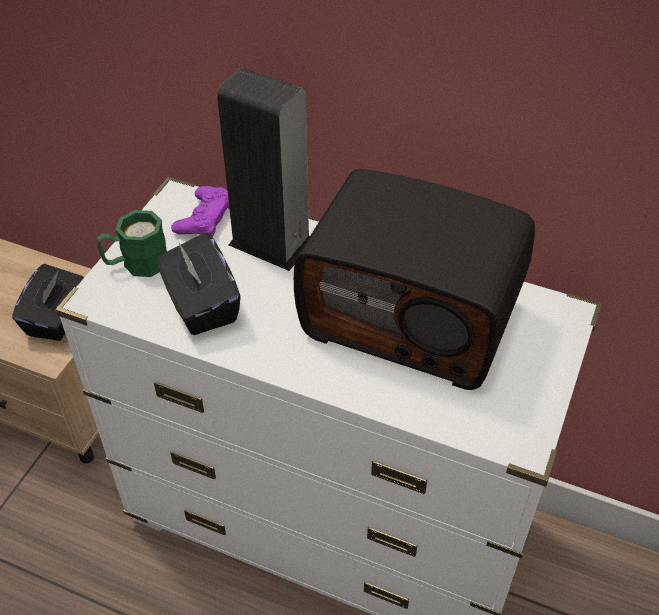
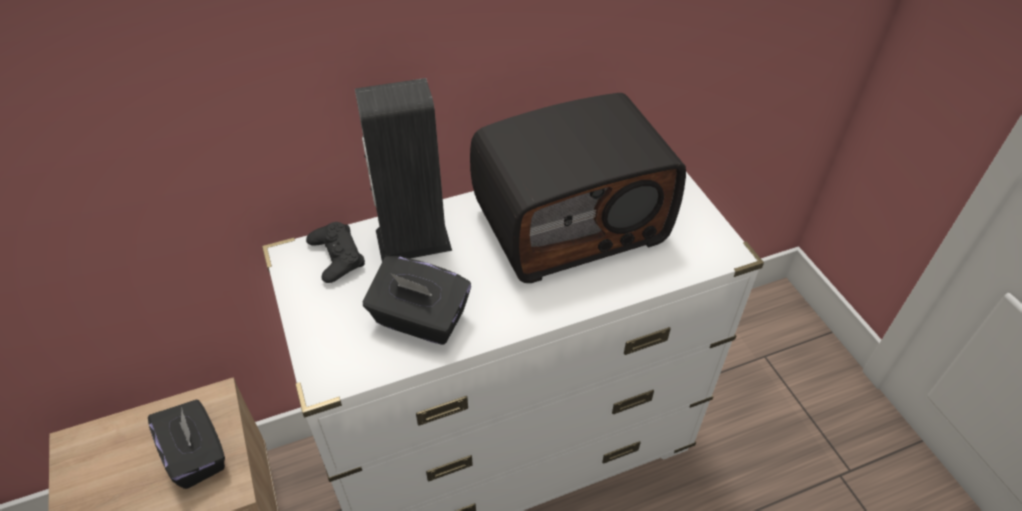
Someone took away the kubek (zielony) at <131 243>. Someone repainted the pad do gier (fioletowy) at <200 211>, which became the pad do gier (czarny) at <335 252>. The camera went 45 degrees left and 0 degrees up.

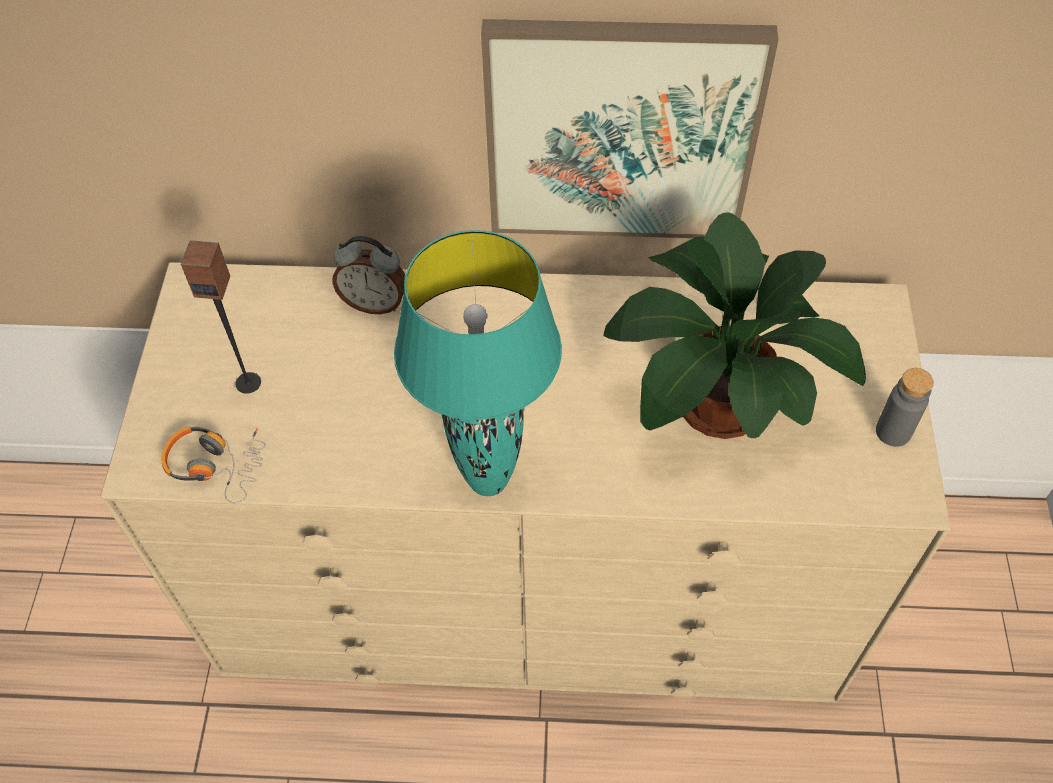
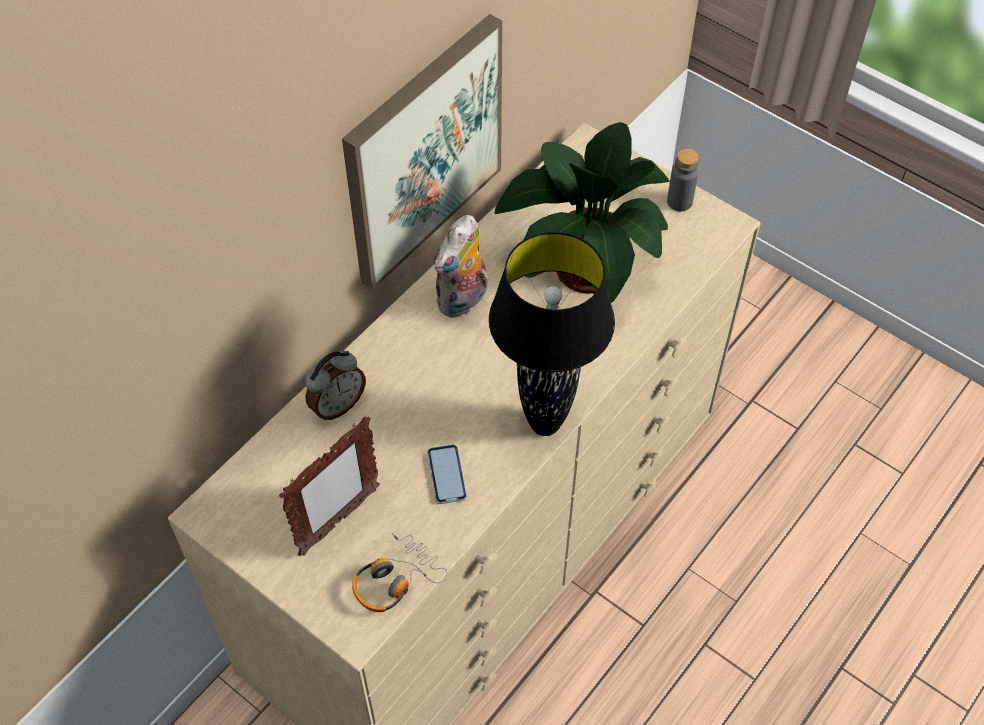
Someone put down the telefon at <447 474>. Someone put down the pluszak at <461 266>. Someone swapped the głośnik at <221 317> for the ramka na zdjęcie at <329 486>. Someone repainted the lampa stołowa (turkusowy) at <478 363>, which became the lampa stołowa (czarny) at <552 334>. The camera went 55 degrees left and 0 degrees up.

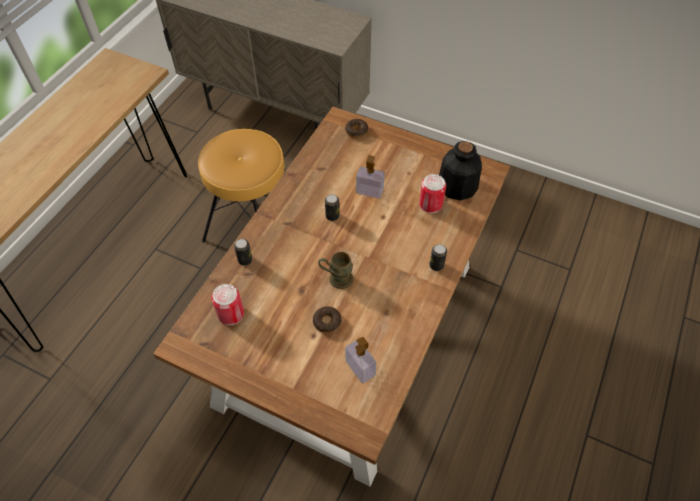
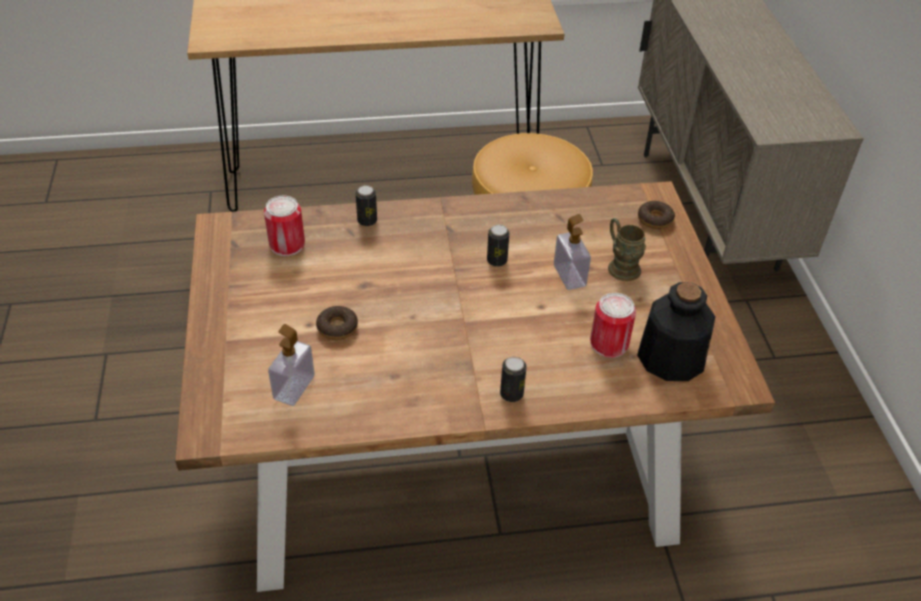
Someone carried the kubek (brązowy) from <335 270> to <627 249>. The camera went 55 degrees right and 10 degrees down.

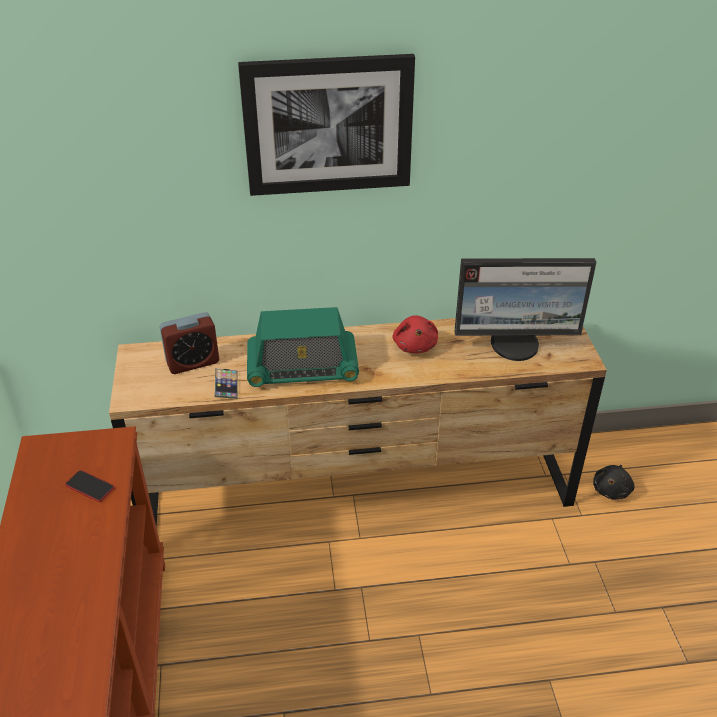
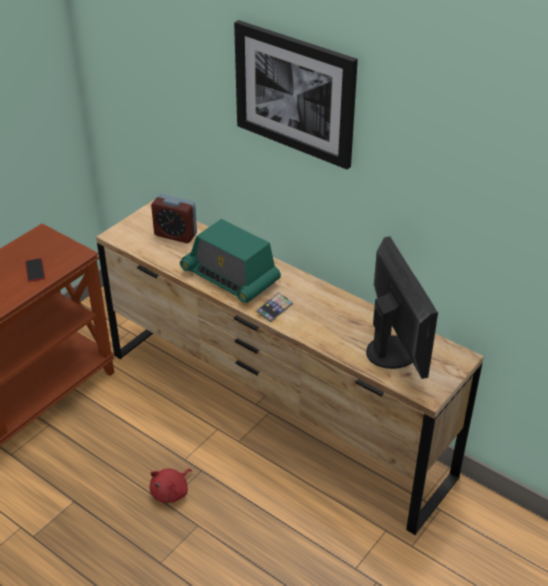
Someone took away the pluszak (czarny) at <614 482>. Someone carried the telefon from <226 383> to <274 307>. Someone carried the pluszak (czerwony) from <415 334> to <171 485>. Someone rotated the monitor at <526 309> by 150 degrees counterclockwise. The camera went 45 degrees right and 0 degrees up.

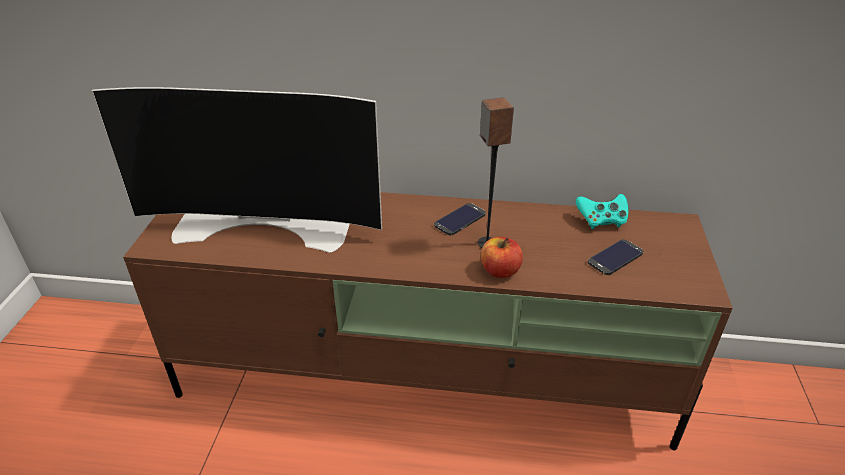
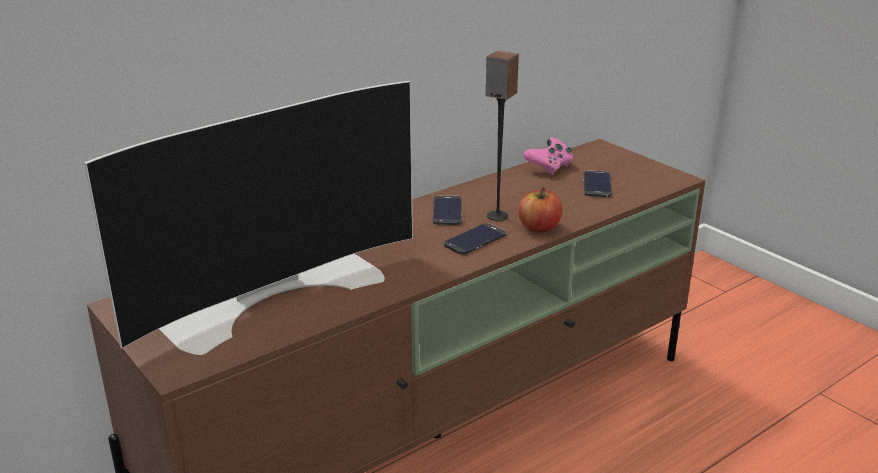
Someone put down the telefon at <475 239>. Someone repainted the pad do gier (turkusowy) at <602 211>, which became the pad do gier (różowy) at <548 156>. The camera went 45 degrees left and 10 degrees down.

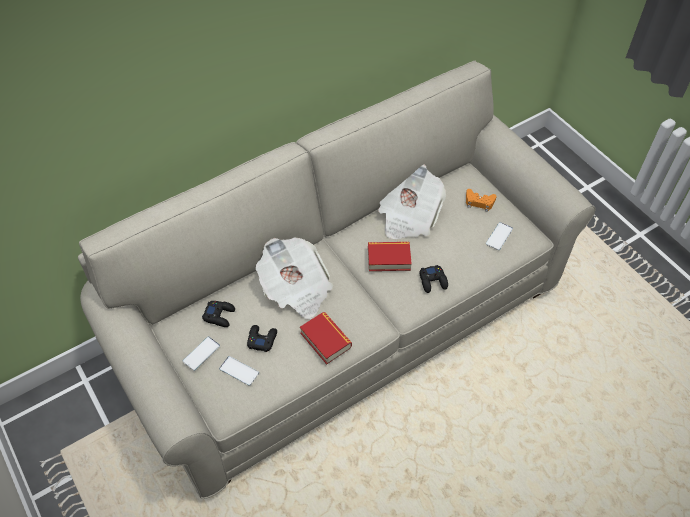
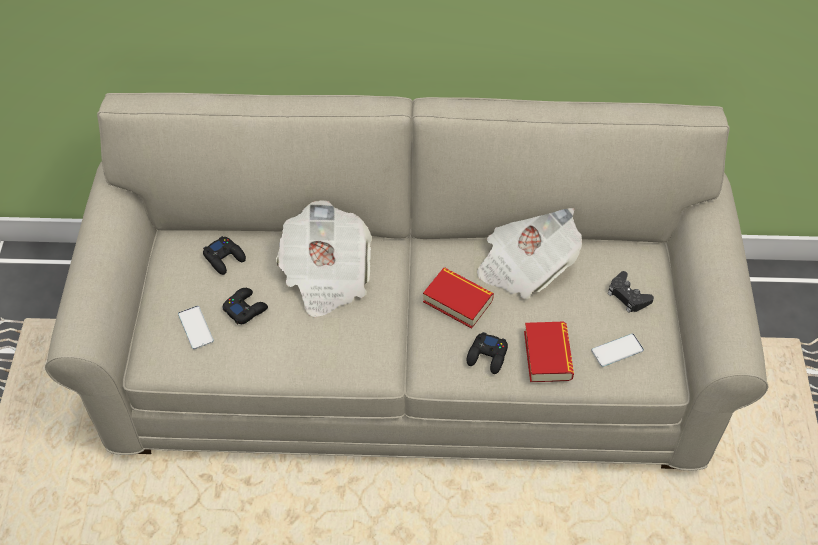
Someone took away the telefon at <201 353>. Someone carried the książka from <326 338> to <549 352>. Someone repainted the pad do gier (pomarańczowy) at <481 200>, which became the pad do gier (czarny) at <631 292>. The camera went 35 degrees right and 0 degrees up.

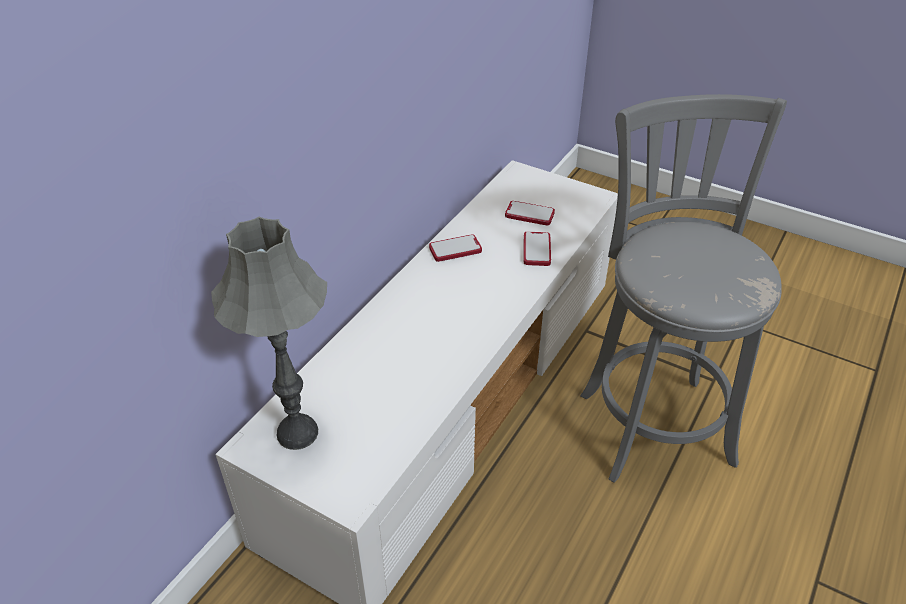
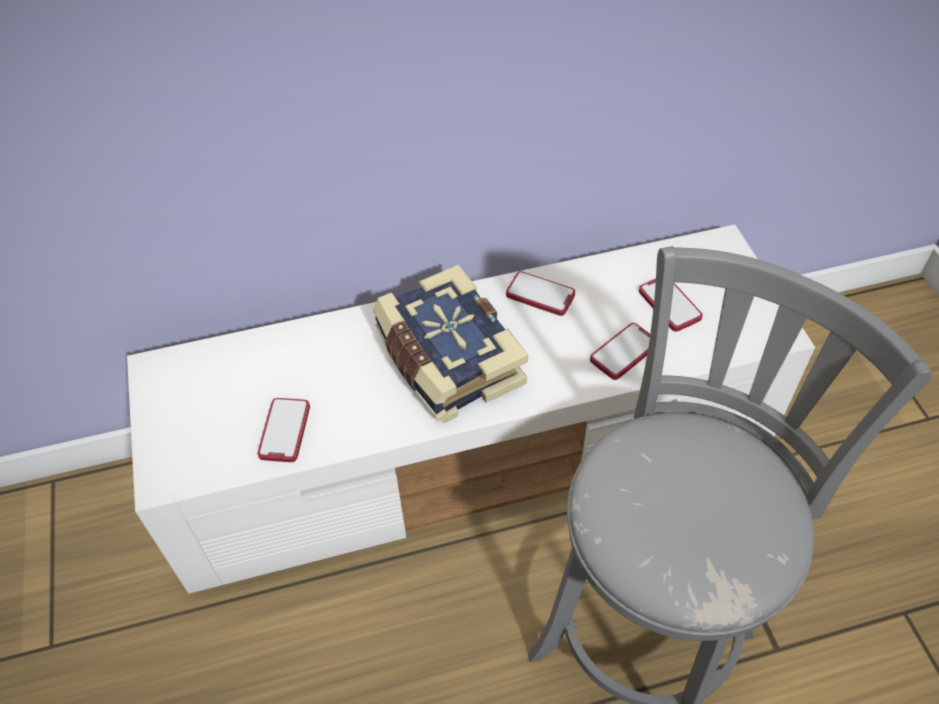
Someone took away the lampa stołowa (szary) at <269 333>. Someone put down the telefon at <283 430>. Someone put down the książka at <450 343>. The camera went 45 degrees right and 10 degrees up.

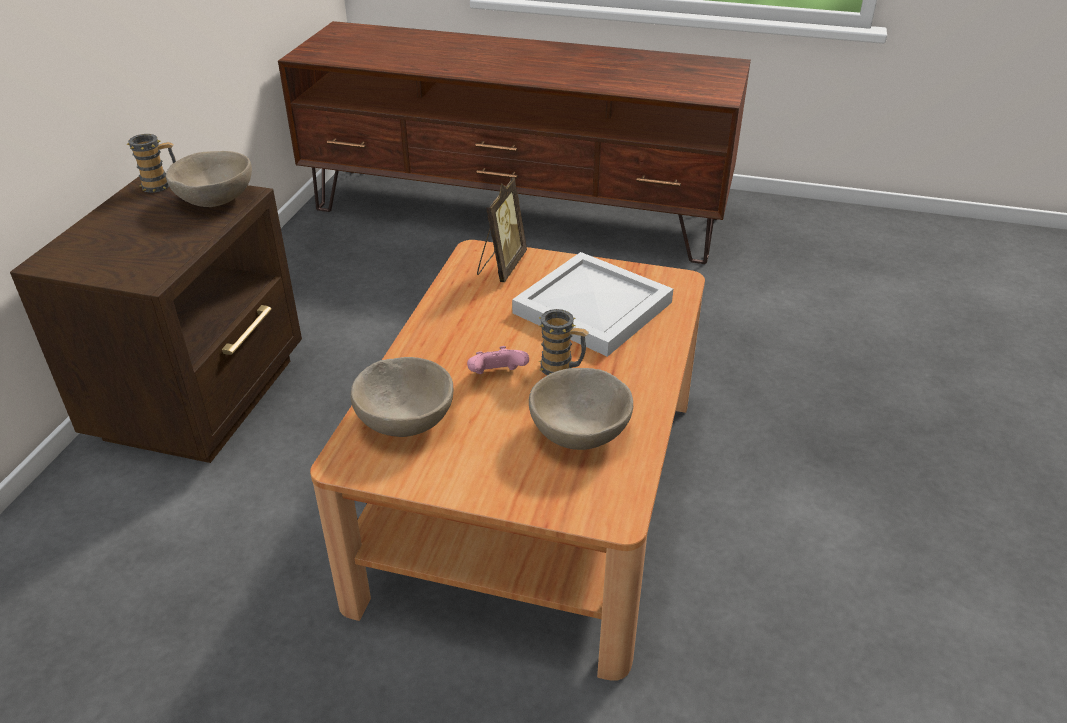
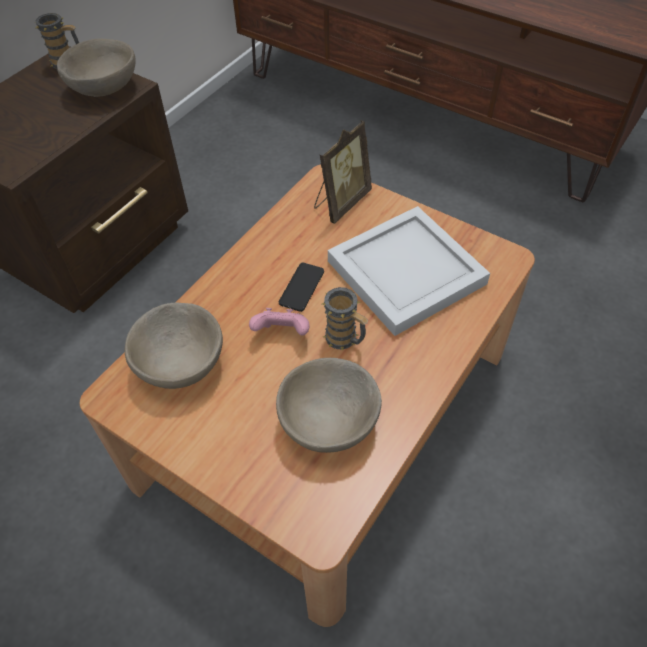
Someone put down the telefon at <301 287>. The camera went 20 degrees right and 15 degrees up.

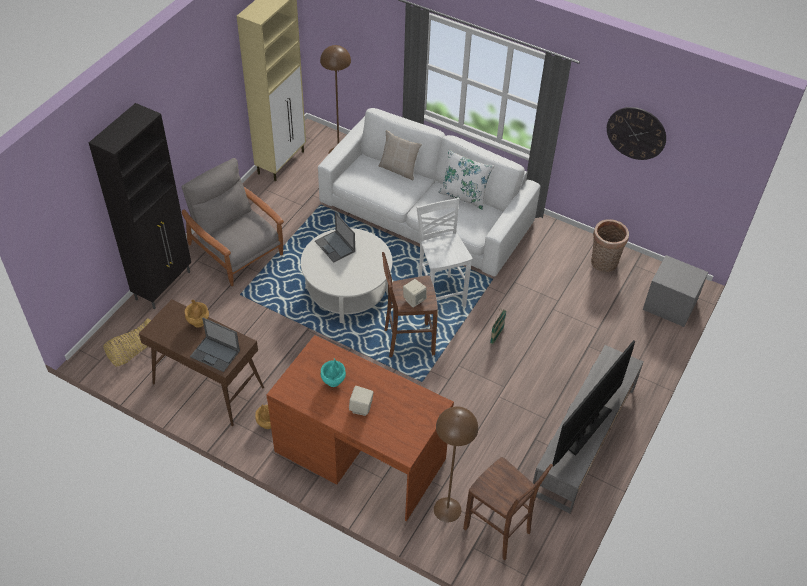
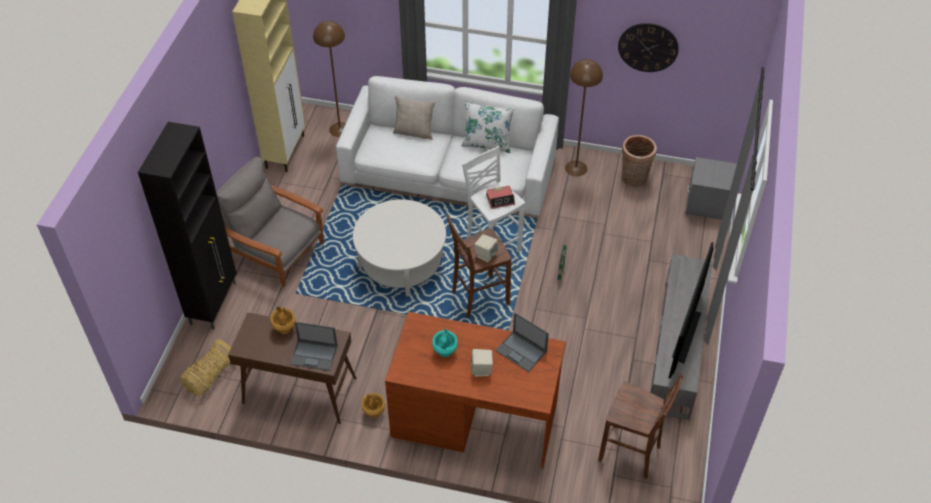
Someone put down the budzik at <500 197>. Someone carried the laptop from <335 237> to <522 342>. Someone carried the lampa stojąca (brązowy) from <456 464> to <584 118>. The camera went 15 degrees left and 0 degrees up.

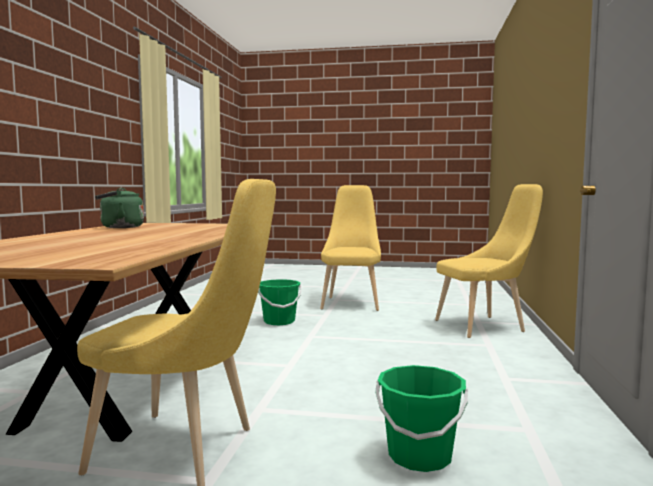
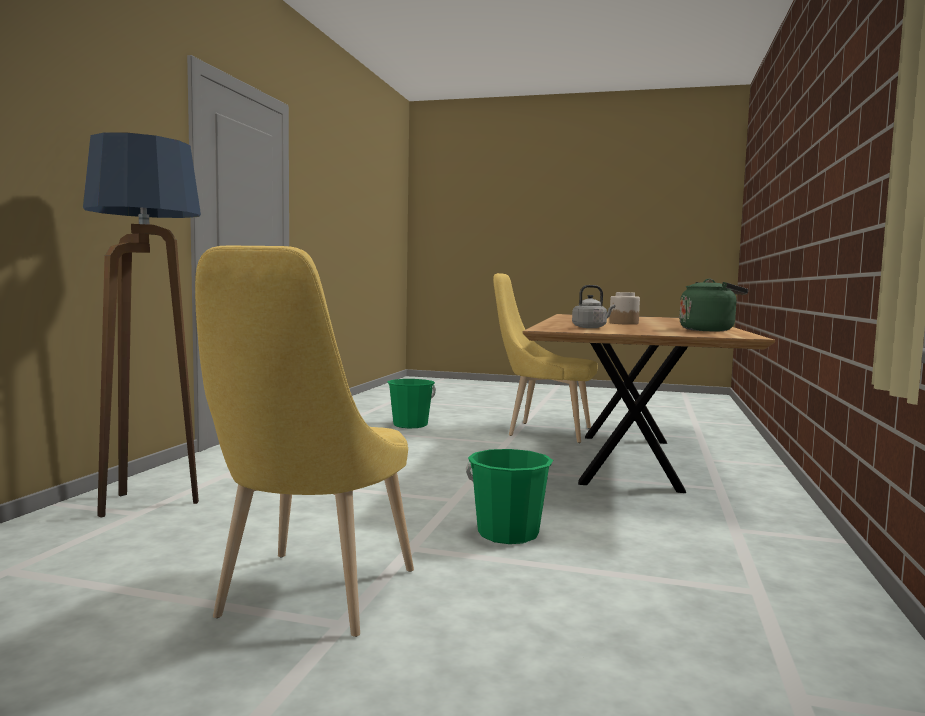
Someone put down the czajnik (szary) at <593 306>. Someone put down the słoik at <624 308>. Someone swapped the krzesło (żółty) at <489 261> for the lampa stojąca at <142 325>. The camera went 175 degrees left and 0 degrees up.

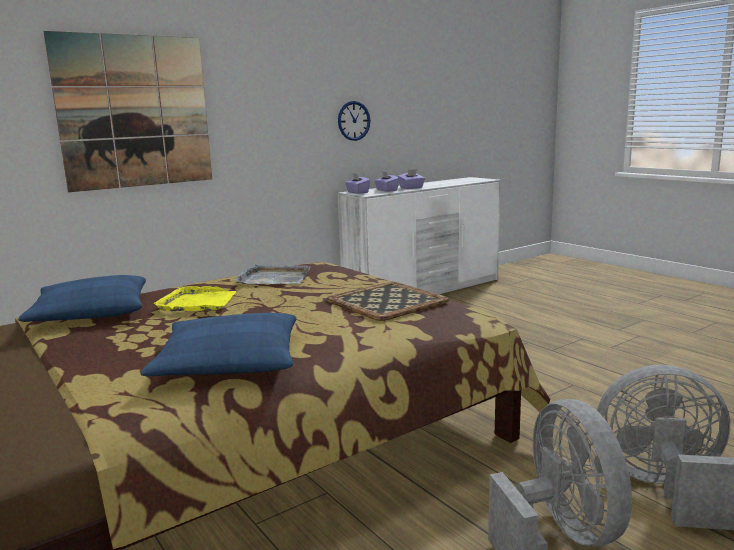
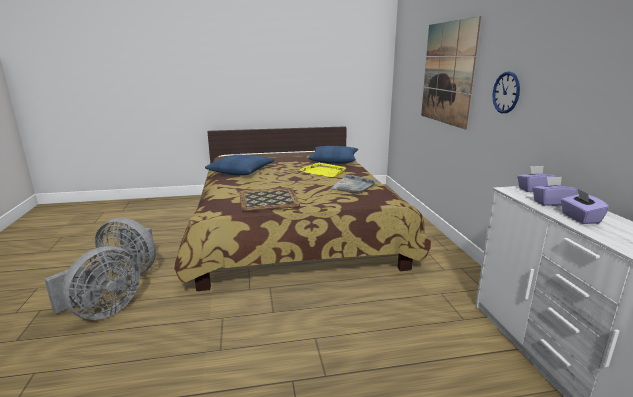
Someone carried the zegar ścienny from <354 121> to <506 92>. The camera went 115 degrees right and 5 degrees up.

